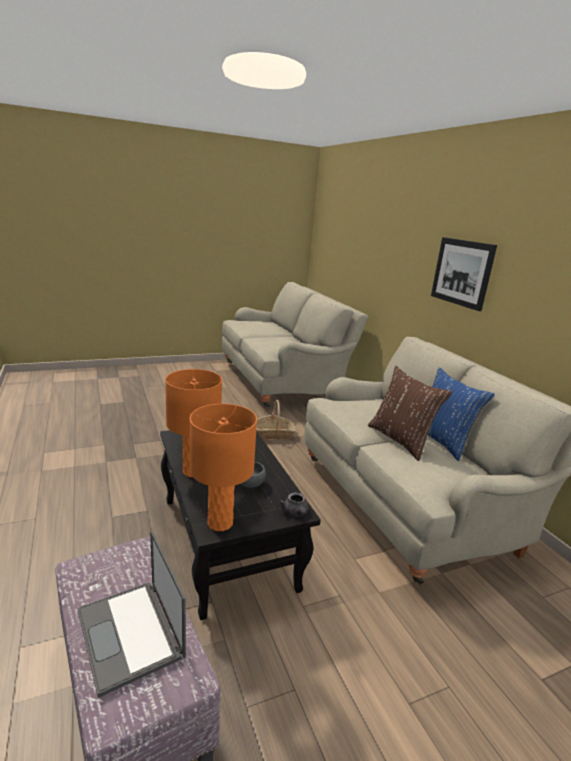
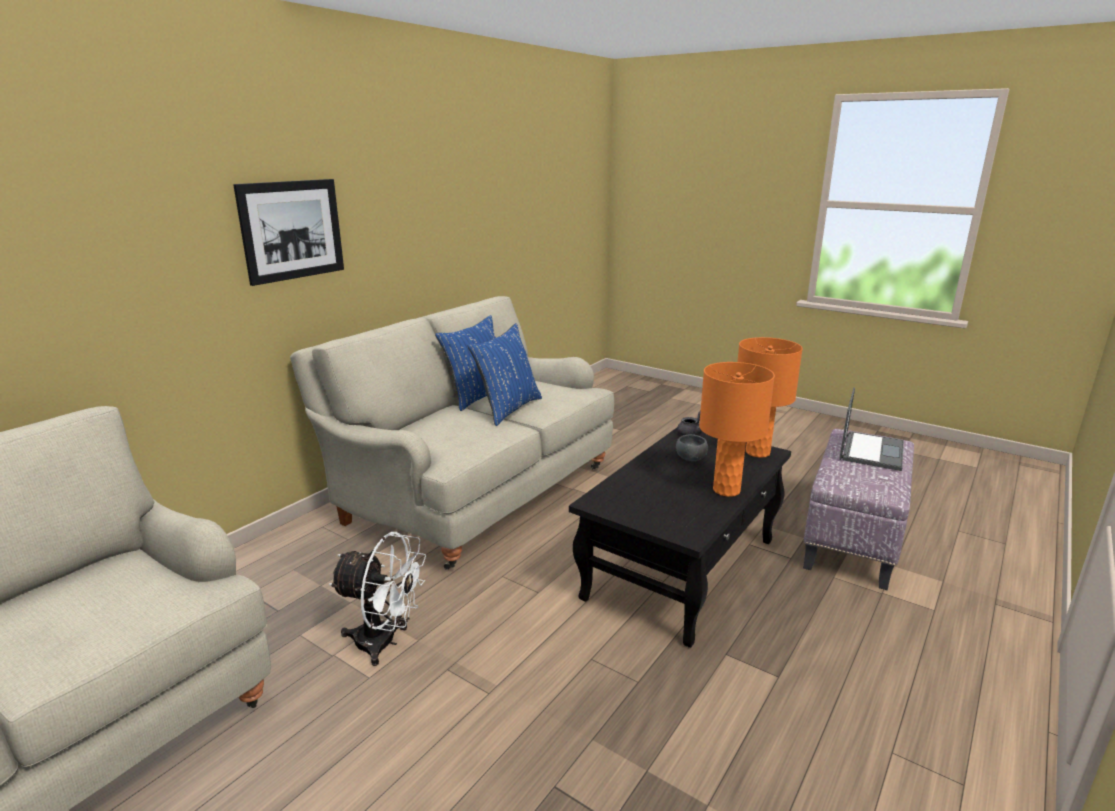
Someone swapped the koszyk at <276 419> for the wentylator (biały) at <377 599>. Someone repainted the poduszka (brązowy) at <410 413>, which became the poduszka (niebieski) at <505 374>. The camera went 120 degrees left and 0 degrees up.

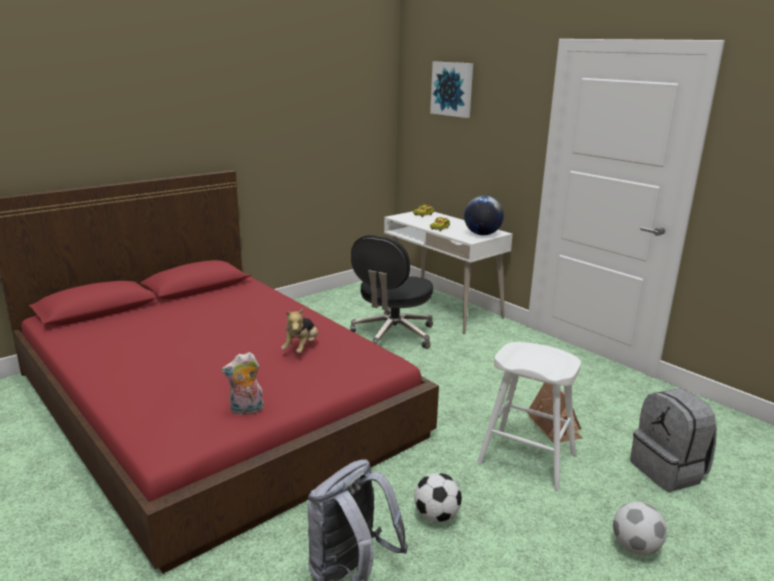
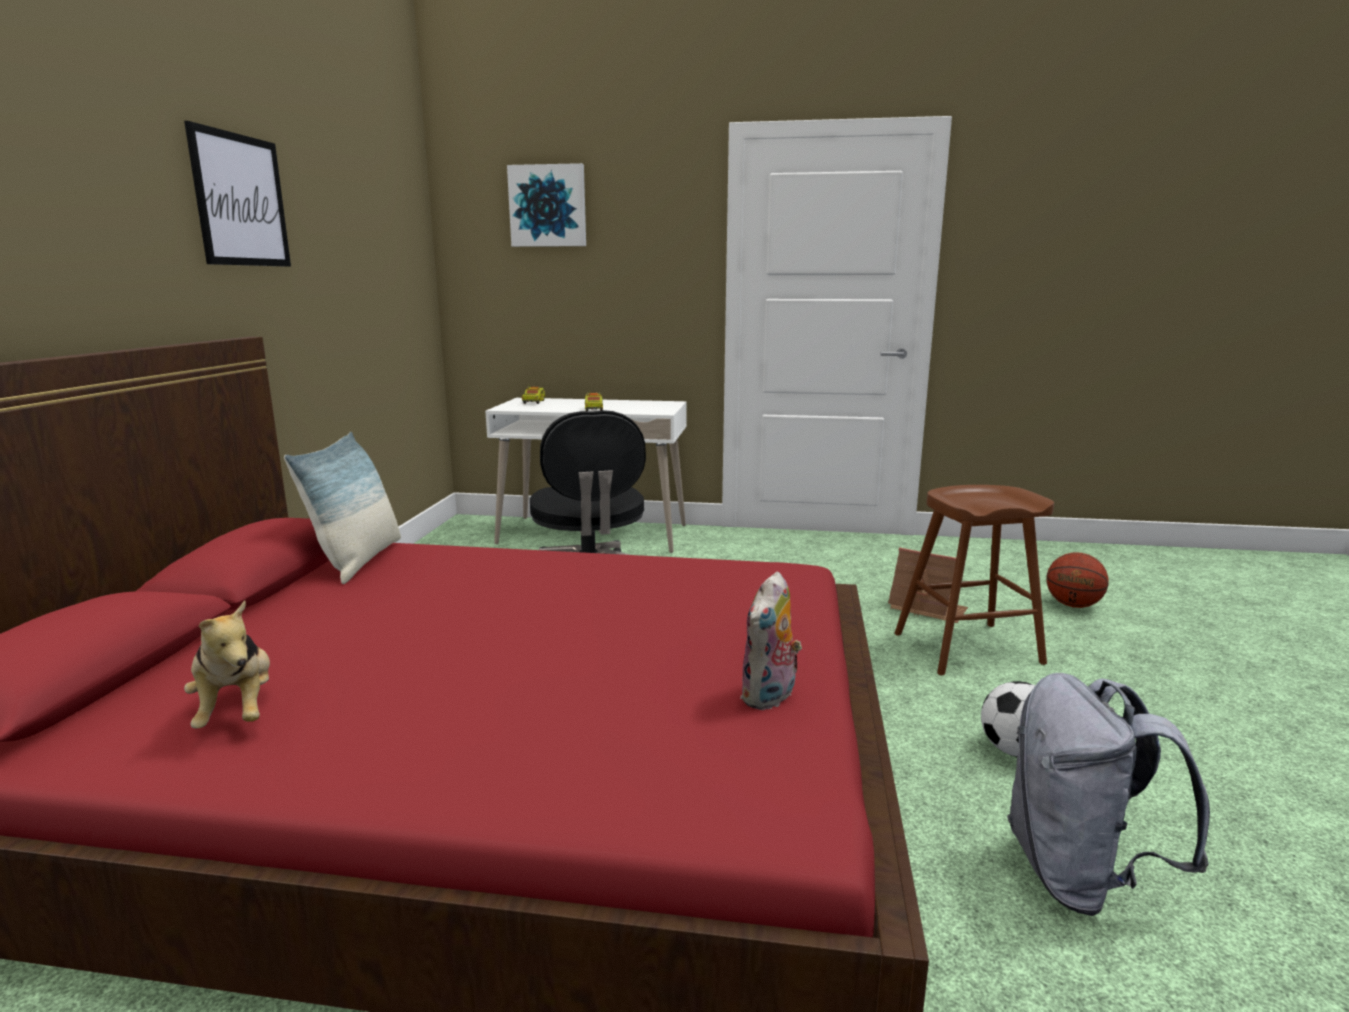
Someone took away the globus at <484 215>. Someone took away the piłka futbolowa at <640 528>. Someone put up the obraz at <237 194>. Someone put down the poduszka at <342 508>. Someone carried the pluszak from <299 331> to <227 664>. Someone swapped the plecak (szary) at <673 440> for the piłka do koszykówki at <1077 580>. Someone repainted the stołek (biały) at <529 416>, which became the stołek (brązowy) at <974 580>. The camera went 40 degrees left and 5 degrees down.

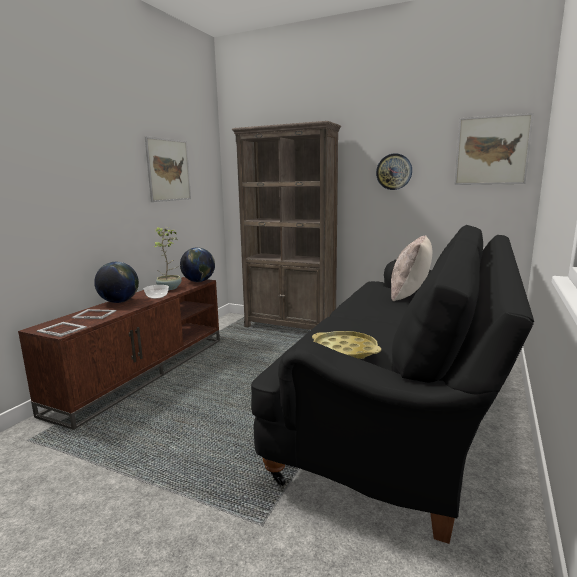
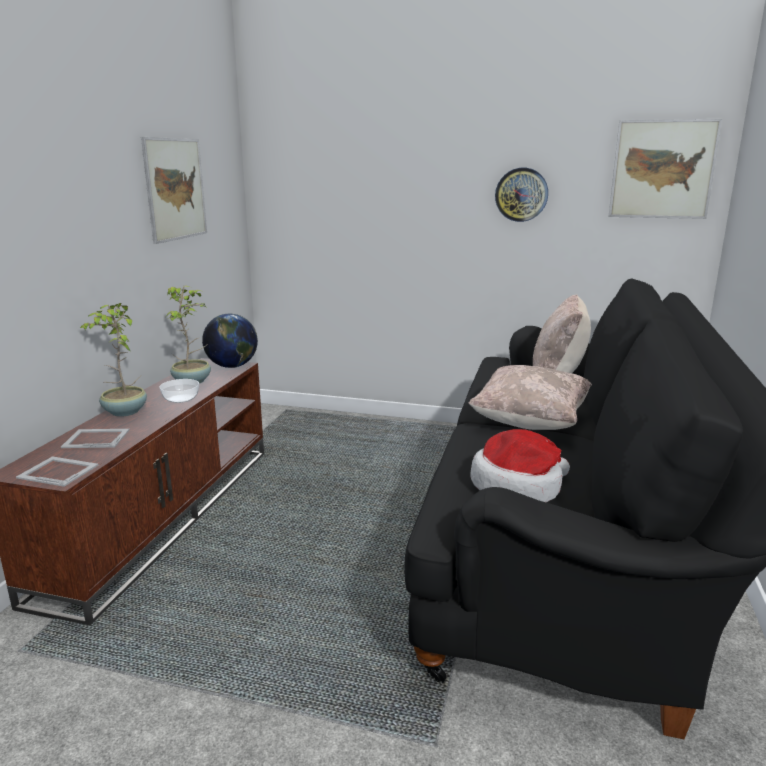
Someone took away the regał (brązowy) at <286 225>. Someone put down the poduszka (beżowy) at <530 397>. Someone swapped the globus at <116 282> for the roślina doniczkowa at <113 360>. Someone swapped the taca (żółty) at <346 345> for the kapelusz at <520 465>. The camera went 10 degrees left and 5 degrees up.

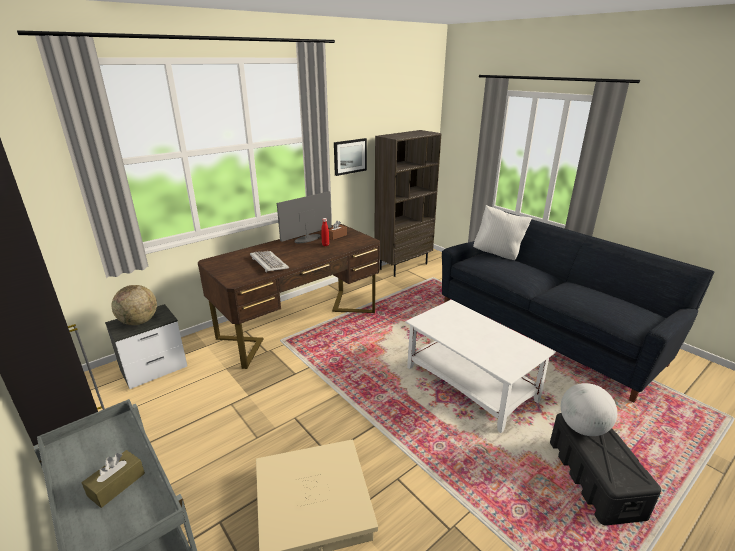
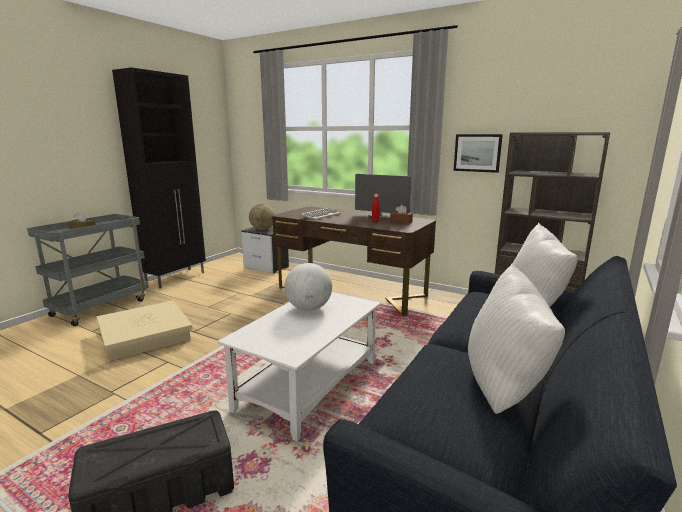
Someone put down the poduszka (biały) at <516 339>. Someone carried the globus from <589 409> to <308 287>. The camera went 70 degrees right and 10 degrees down.

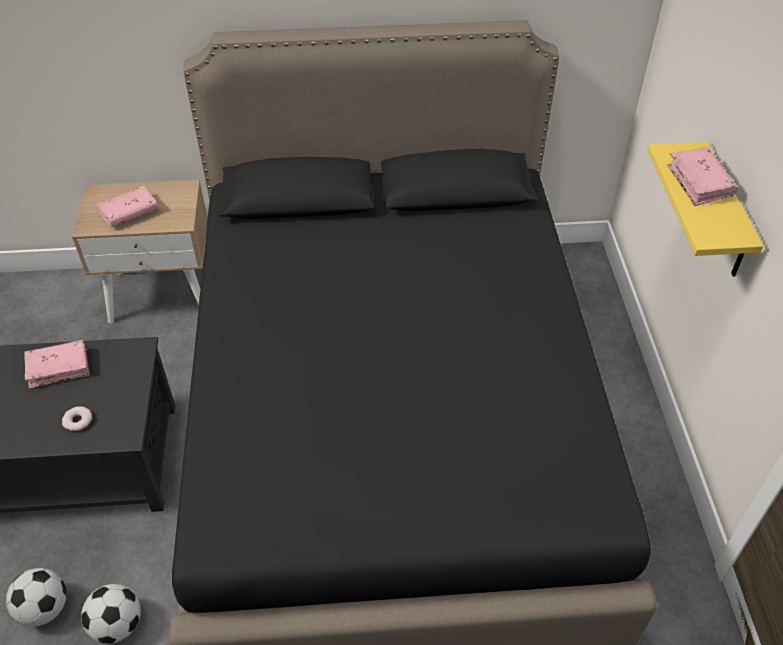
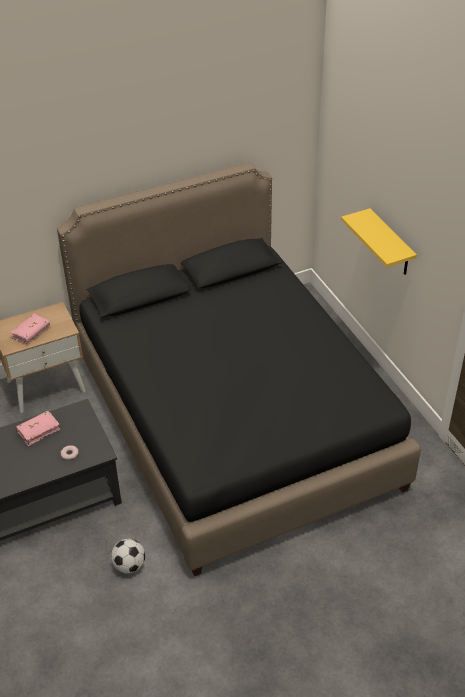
Someone took away the piłka futbolowa at <36 597>. Someone took away the książka (różowy) at <702 176>. The camera went 20 degrees left and 5 degrees down.

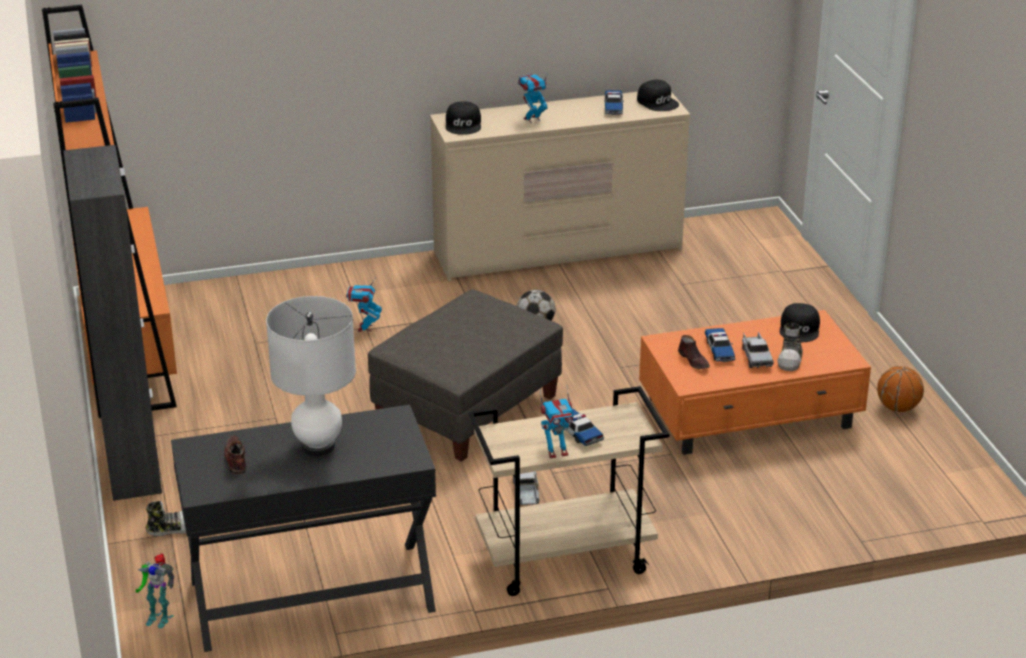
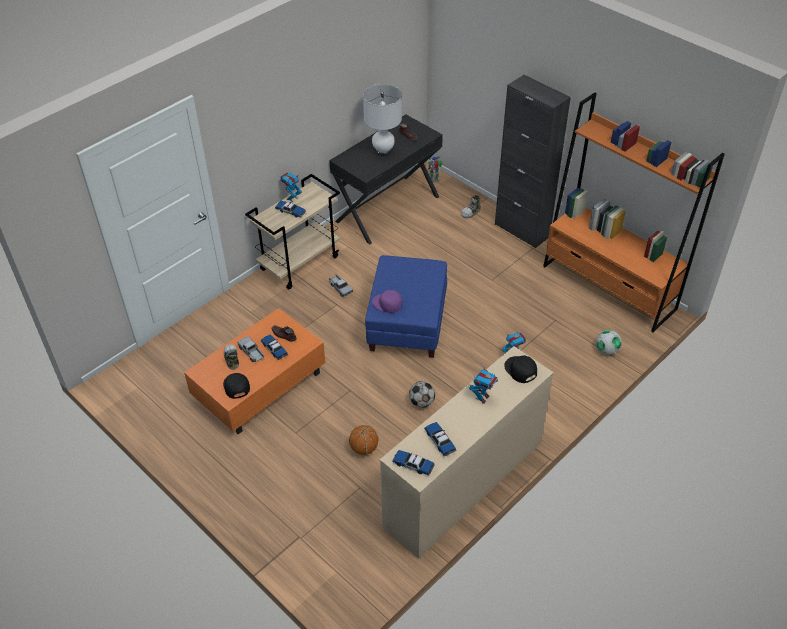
Someone put down the czapka z daszkiem (fioletowy) at <387 301>. Someone put down the piłka futbolowa at <609 342>. Someone carried the piłka do koszykówki from <900 389> to <363 440>. Someone swapped the czapka z daszkiem (czarny) at <658 95> for the samochodzik at <413 462>. Someone repainted the pufa (szary) at <465 376>, which became the pufa (niebieski) at <406 306>. The camera went 150 degrees right and 15 degrees up.

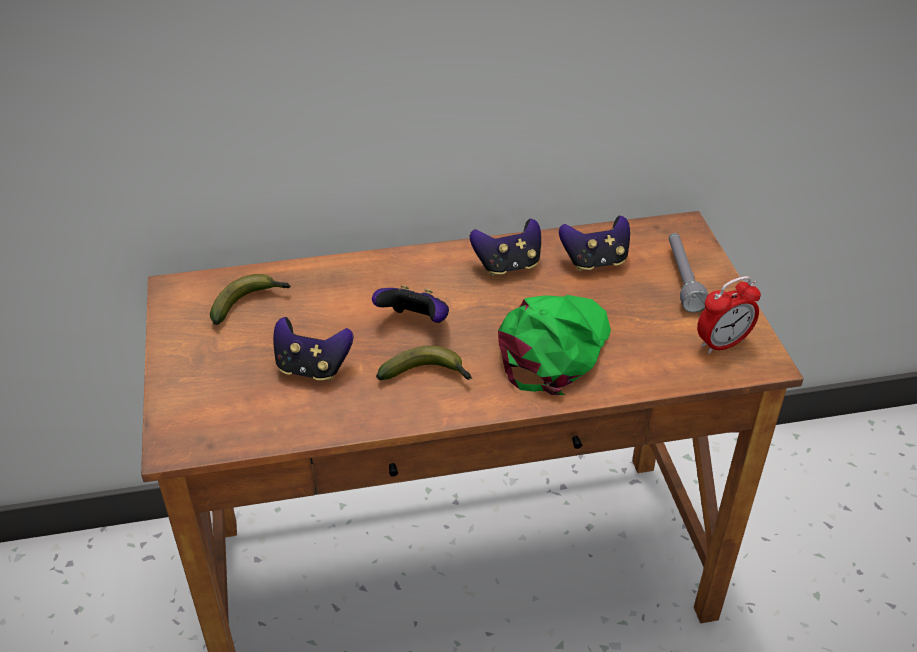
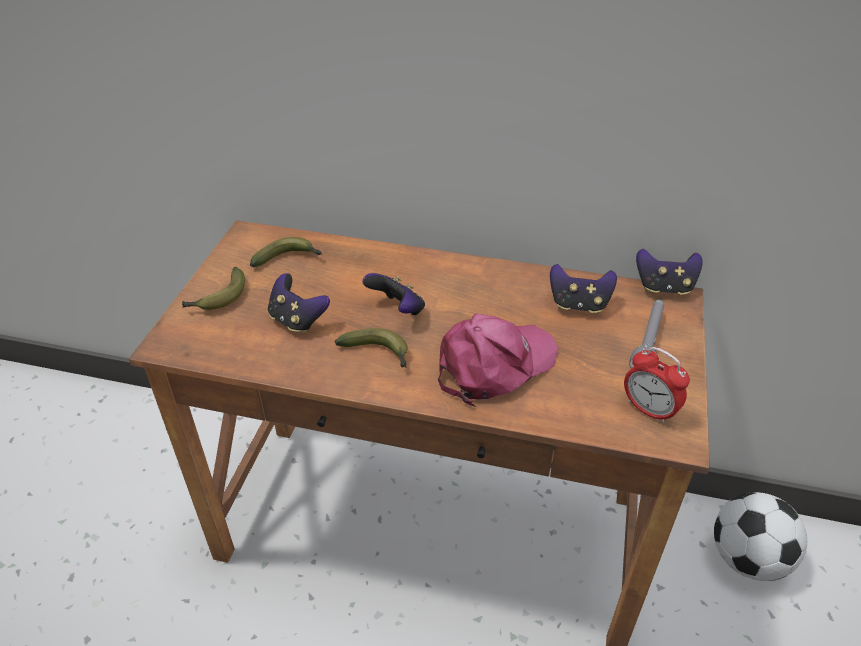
Someone put down the banan at <213 288>. Someone put down the piłka futbolowa at <760 536>. Someone carried the pad do gier from <505 247> to <669 272>. Someone repainted the czapka z daszkiem (zielony) at <554 345>, which became the czapka z daszkiem (różowy) at <498 360>. Someone rotated the budzik at <729 315> by 45 degrees clockwise. The camera went 25 degrees right and 0 degrees up.

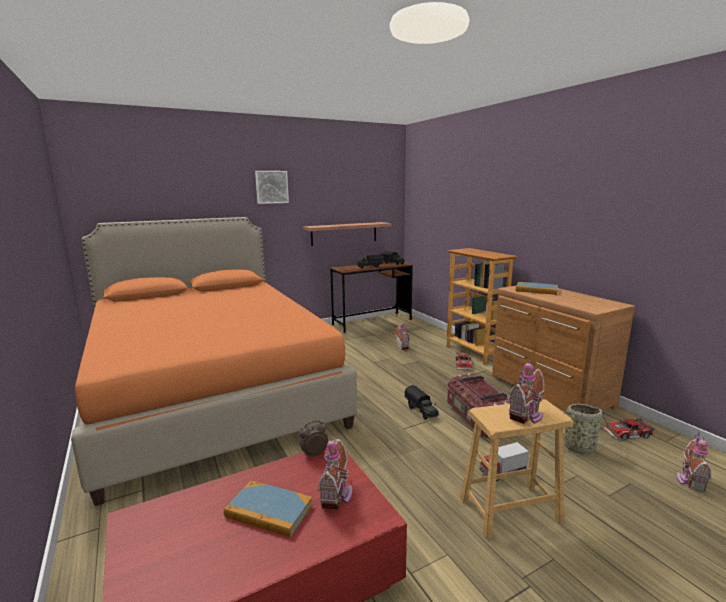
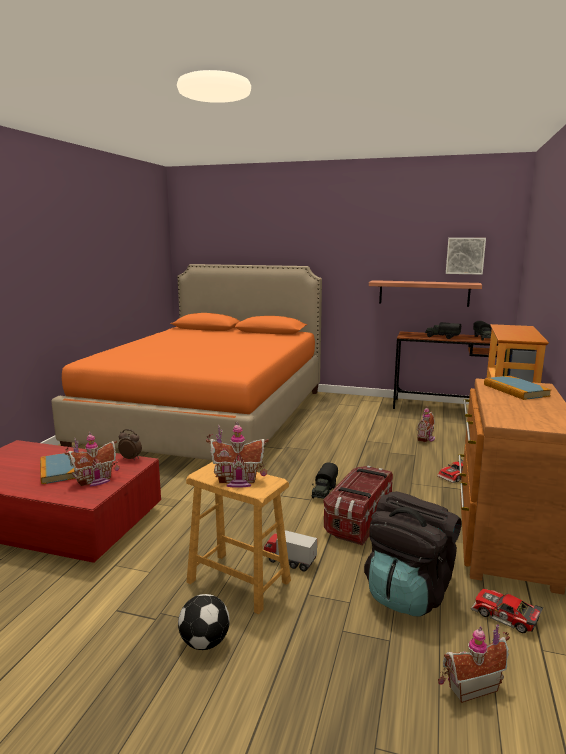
Someone put down the piłka futbolowa at <204 622>. Someone carried the obraz from <272 187> to <466 256>. Someone swapped the koszyk at <587 428> for the plecak (czarny) at <412 554>. The camera went 45 degrees right and 0 degrees up.

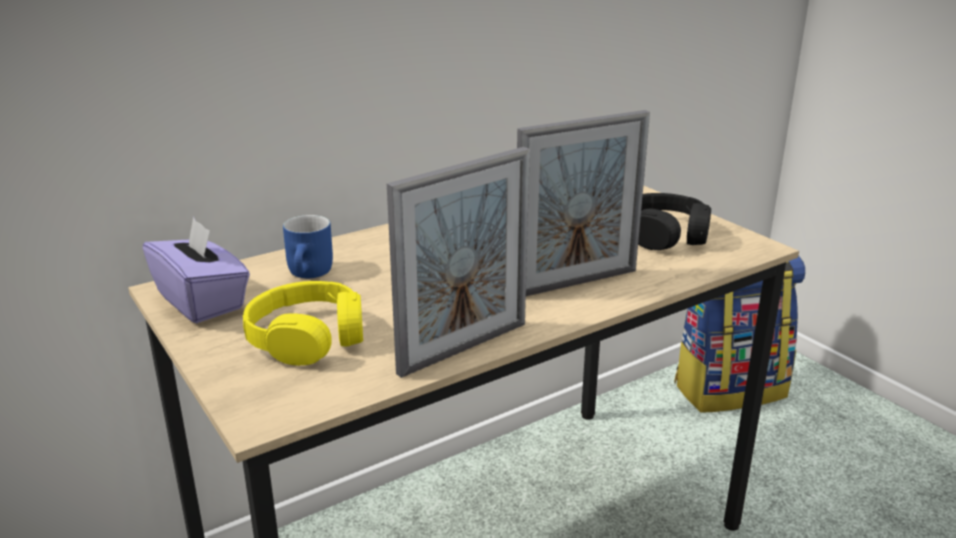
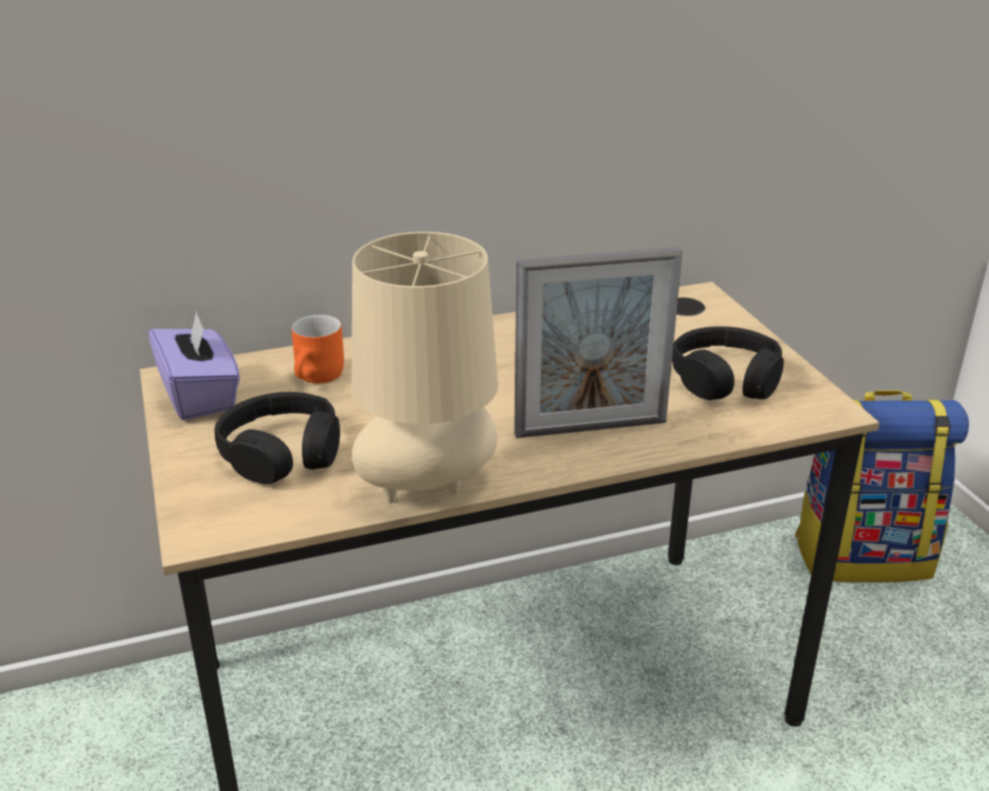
Someone swapped the ramka na zdjęcie at <458 262> for the lampa stołowa (beżowy) at <424 367>. Someone repainted the słuchawki (żółty) at <303 323>, which became the słuchawki (czarny) at <277 438>. Someone repainted the kubek (niebieski) at <308 246>, which became the kubek (pomarańczowy) at <317 349>. The camera went 15 degrees right and 5 degrees up.

